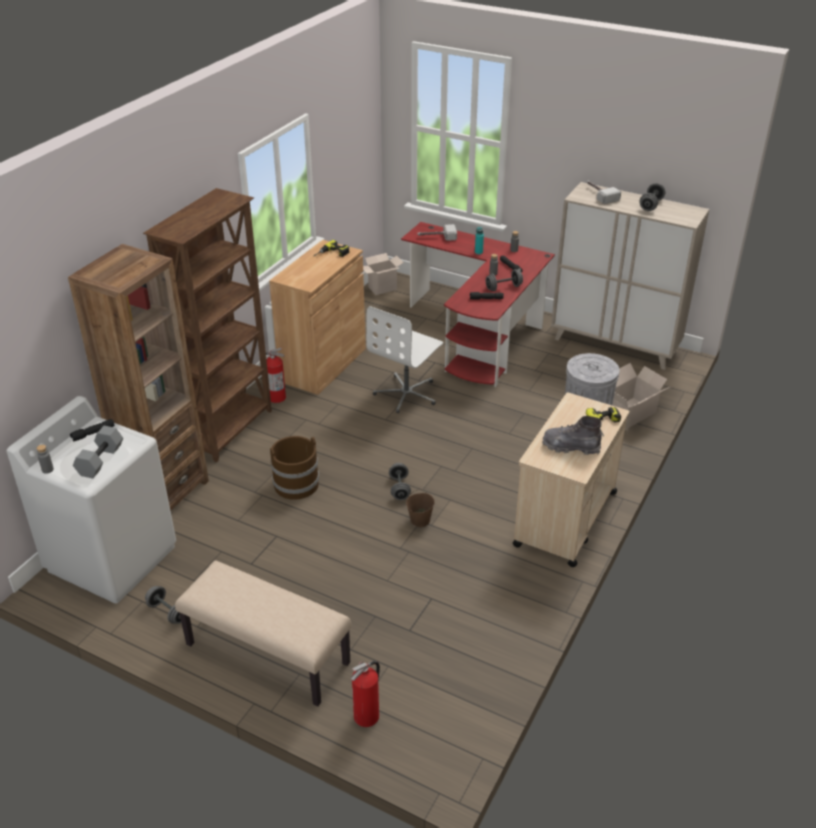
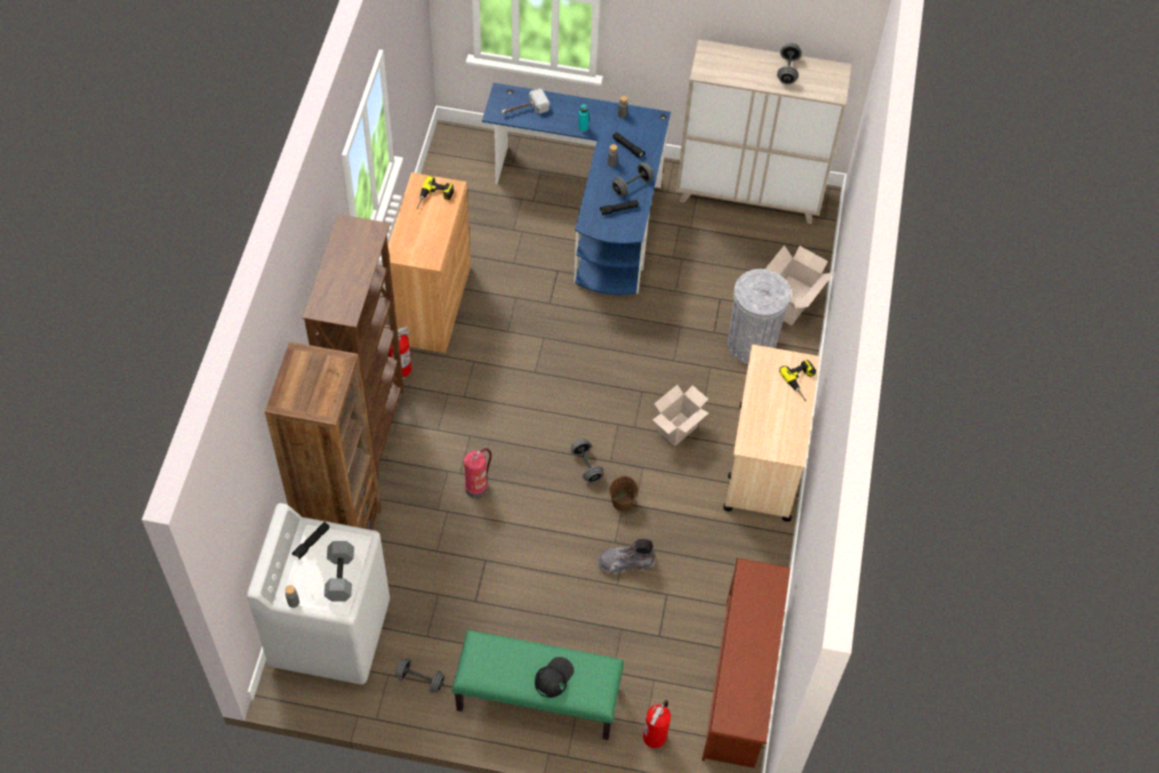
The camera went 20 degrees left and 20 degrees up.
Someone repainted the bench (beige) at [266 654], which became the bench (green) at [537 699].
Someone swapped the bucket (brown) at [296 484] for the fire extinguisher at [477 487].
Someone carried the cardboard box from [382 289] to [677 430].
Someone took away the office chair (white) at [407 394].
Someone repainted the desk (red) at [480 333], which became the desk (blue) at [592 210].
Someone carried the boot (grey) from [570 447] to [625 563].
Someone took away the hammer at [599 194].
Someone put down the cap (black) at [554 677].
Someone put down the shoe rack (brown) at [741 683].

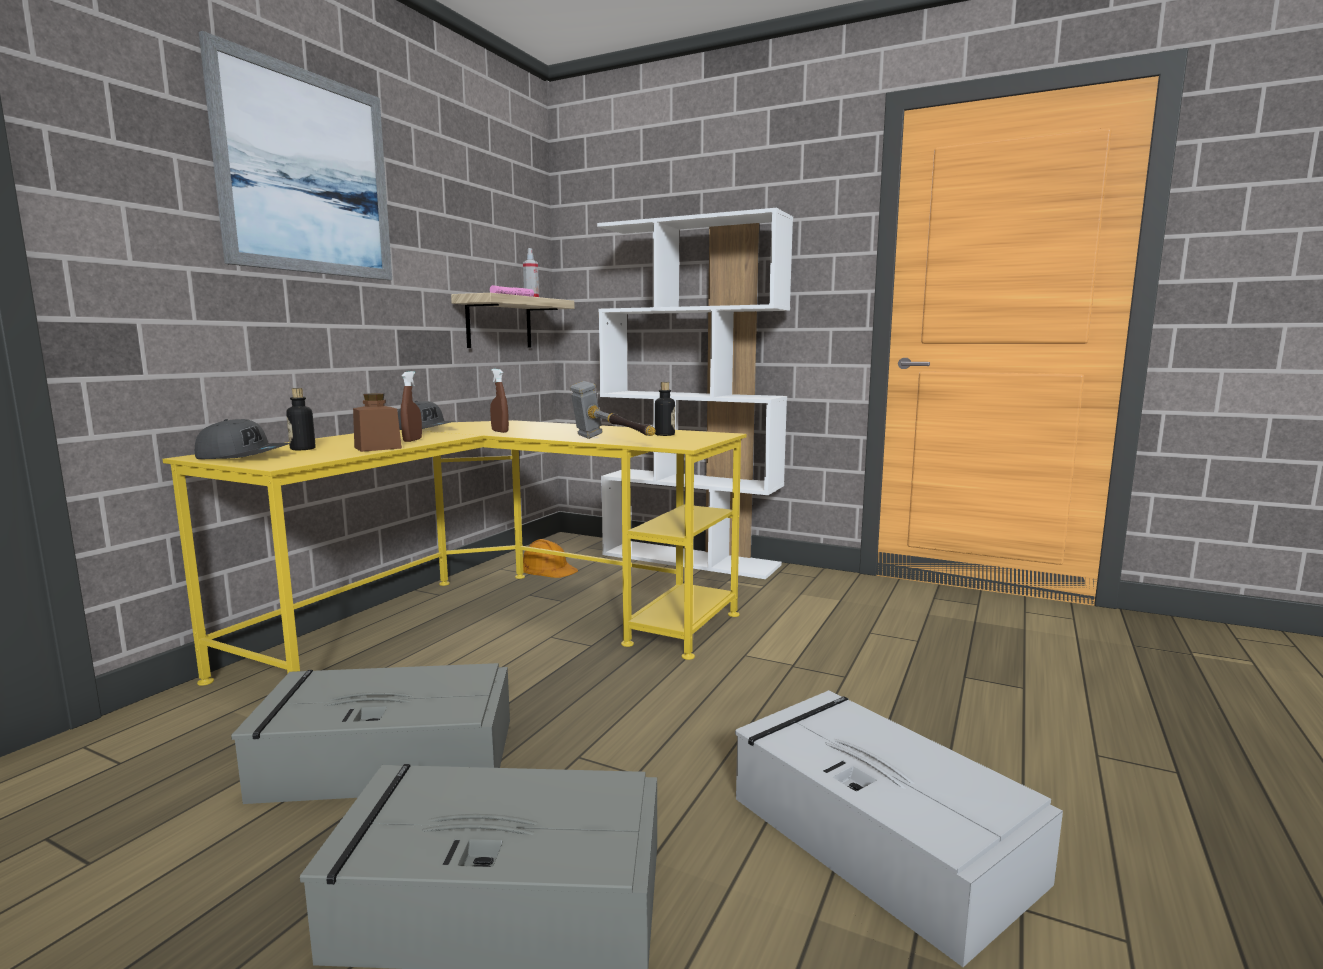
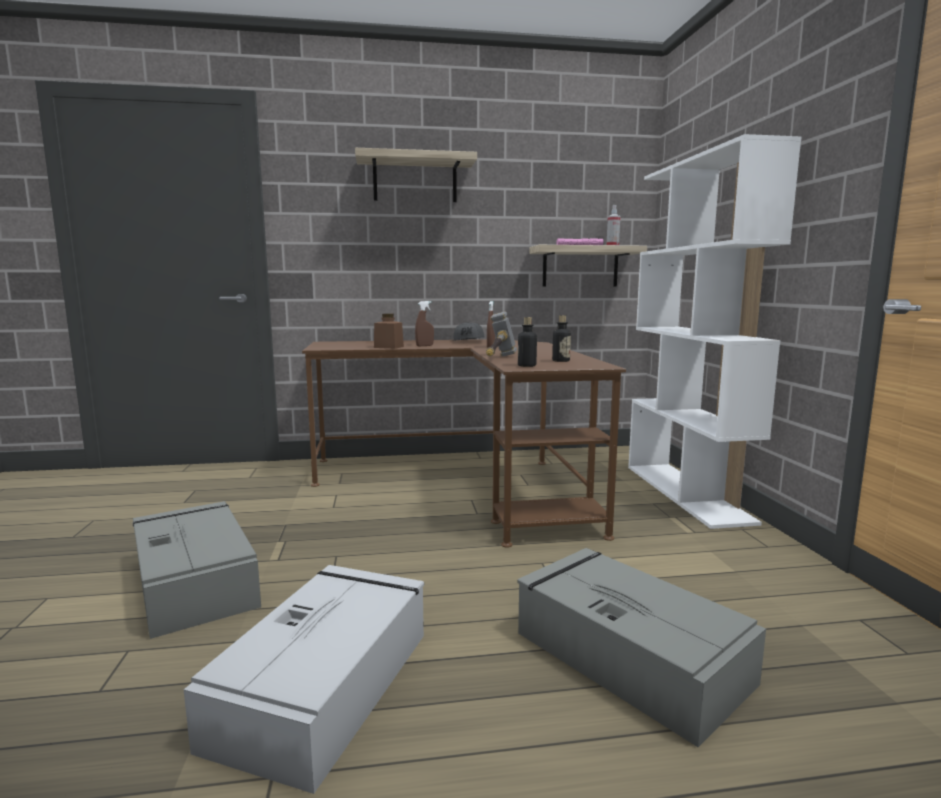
The camera went 55 degrees right and 0 degrees up.
Someone repainted the desk (yellow) at [493 623], which became the desk (brown) at [465 481].
Someone took away the cap (grey) at [244 456].
Someone swapped the picture at [307 173] for the shelf at [415 180].
Someone carried the storage box (grey) from [384 758] to [627 655].
Someone carried the bottle from [302 449] to [527 365].
Someone took away the hard hat (orange) at [548 568].

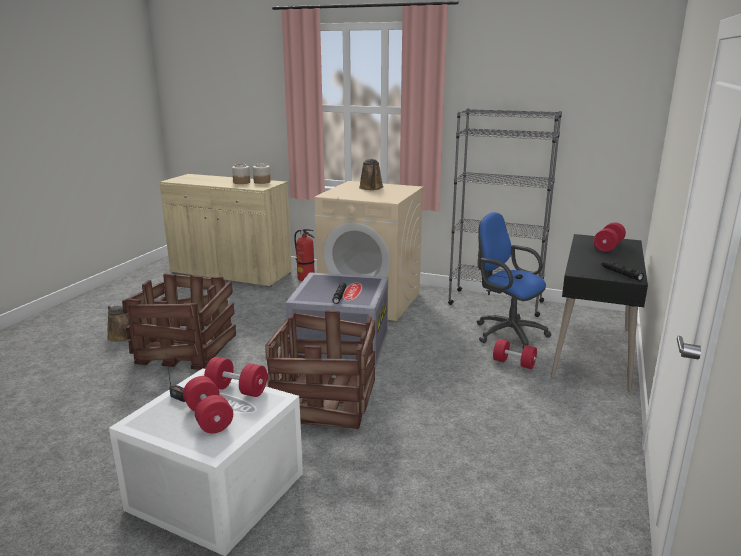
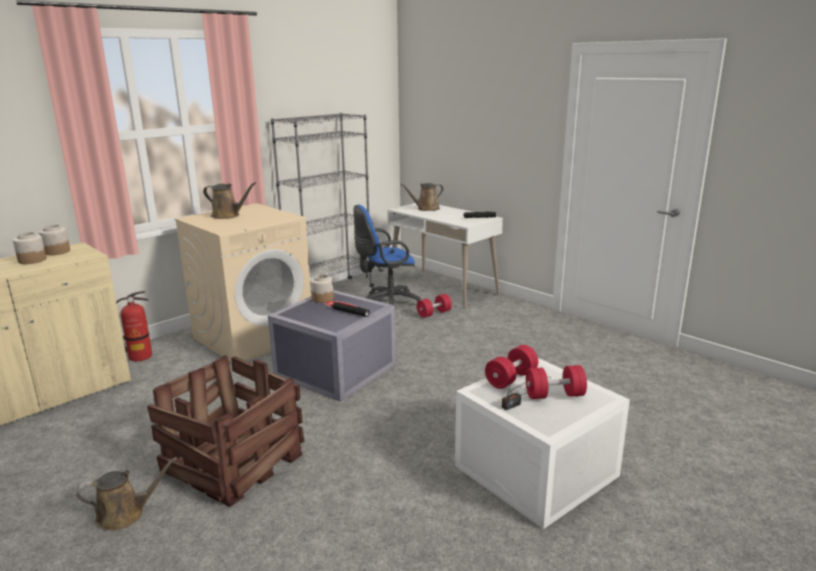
The camera went 65 degrees left and 0 degrees up.
Someone took away the crate at [324 402].
Someone repainted the desk (black) at [593 352], which became the desk (white) at [442 288].
Someone swapped the dumbbell (red) at [608 247] for the watering can (brown) at [426 209].
Someone put down the jar at [322 298].

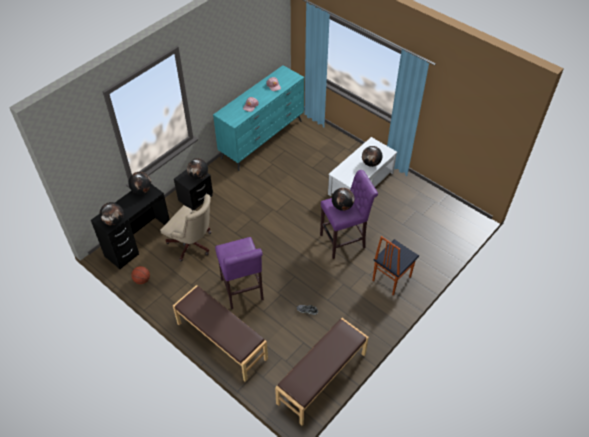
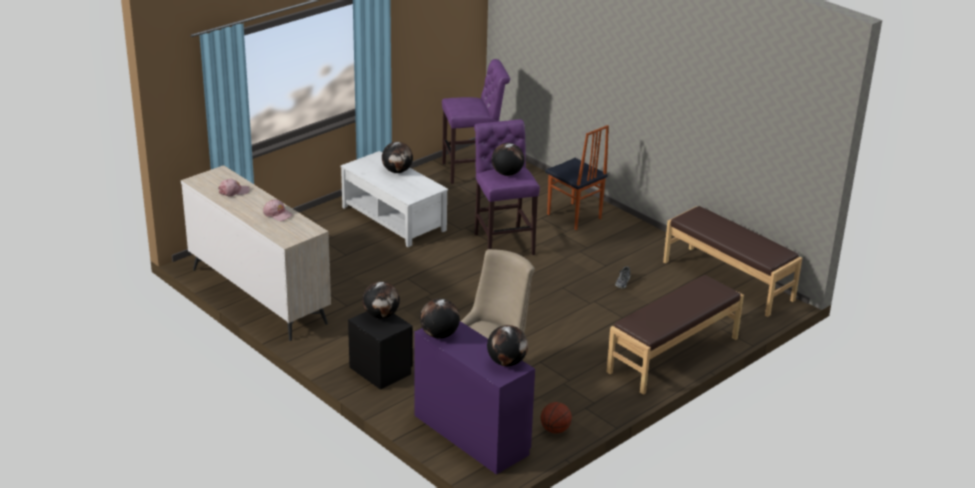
The camera went 85 degrees left and 20 degrees down.
Someone repainted the desk (black) at [138 242], which became the desk (purple) at [471 434].
Someone repainted the dresser (turquoise) at [262 139], which became the dresser (beige) at [258 295].
Someone carried the stool (purple) from [242 291] to [474 171].

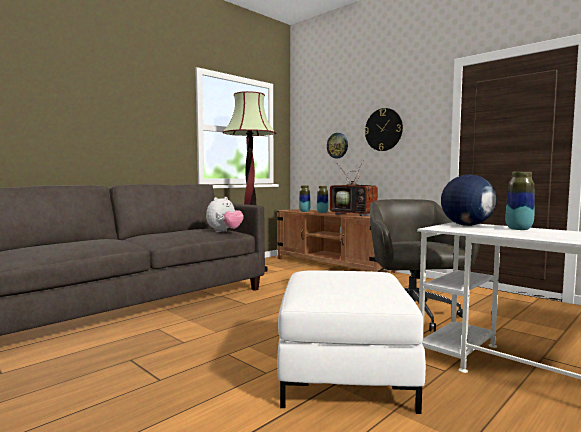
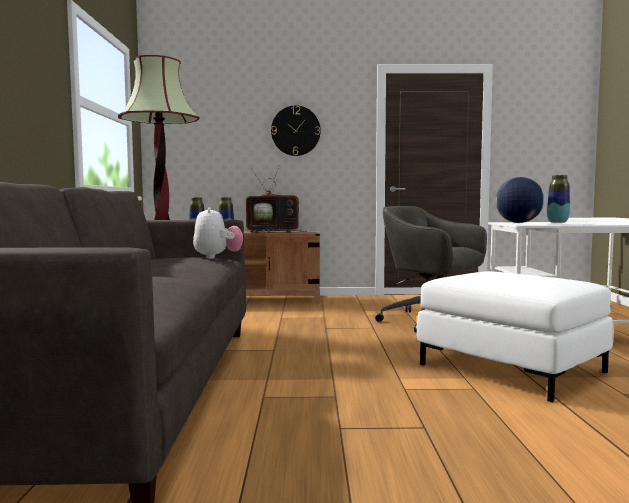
The camera went 45 degrees left and 0 degrees up.
Someone took away the wall clock at [337 145].

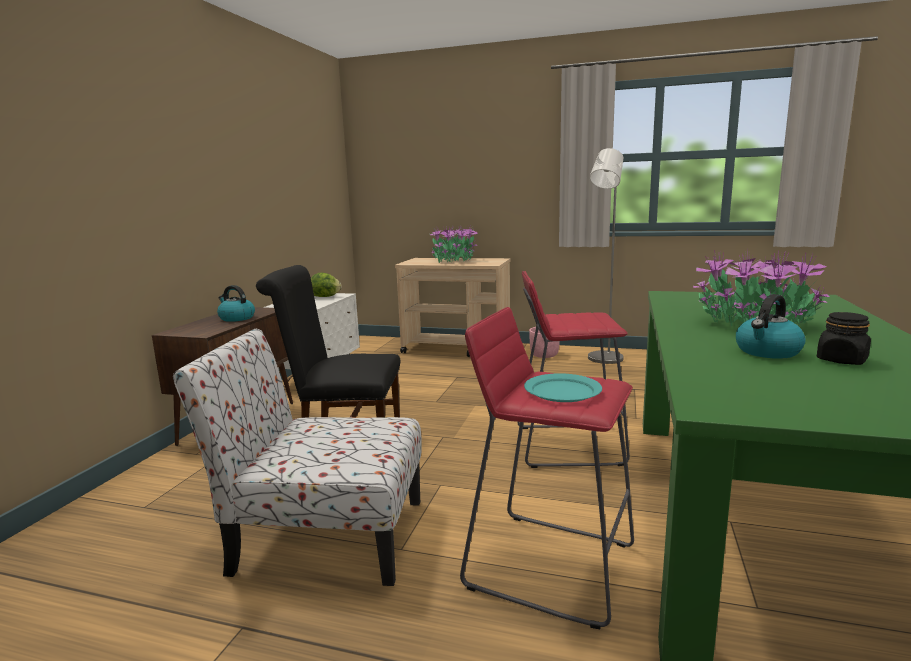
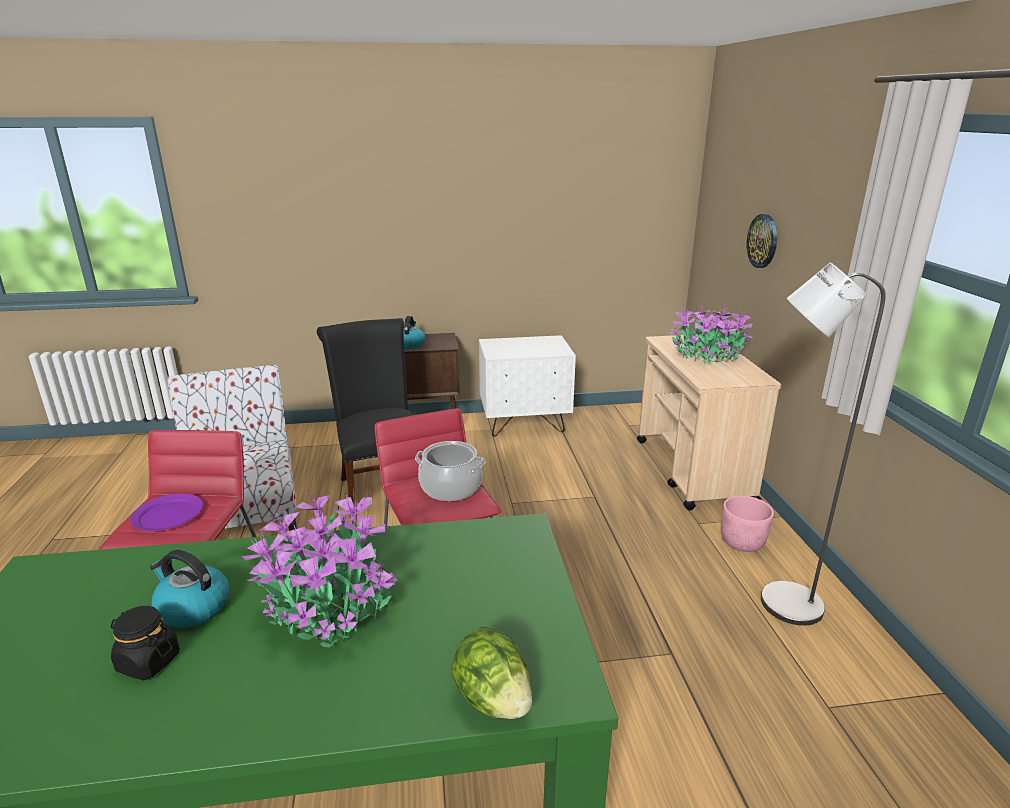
The camera went 65 degrees right and 10 degrees up.
Someone carried the lettuce from [325 296] to [493 699].
Someone repainted the plate (turquoise) at [562 391], which became the plate (purple) at [167 515].
Someone put down the cooking pot at [450 488].
Someone put up the wall clock at [763 241].

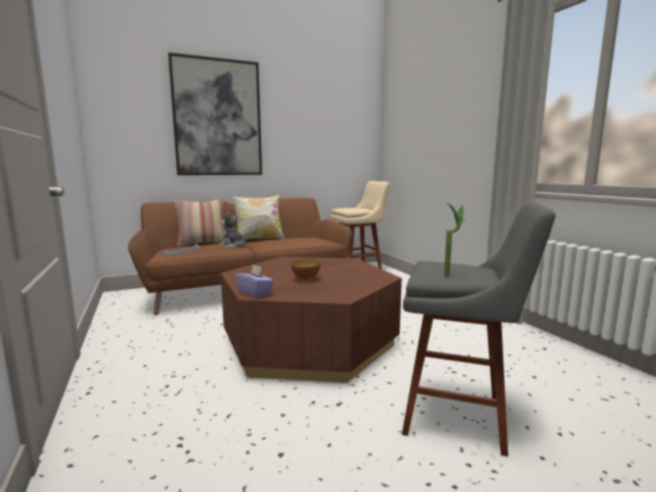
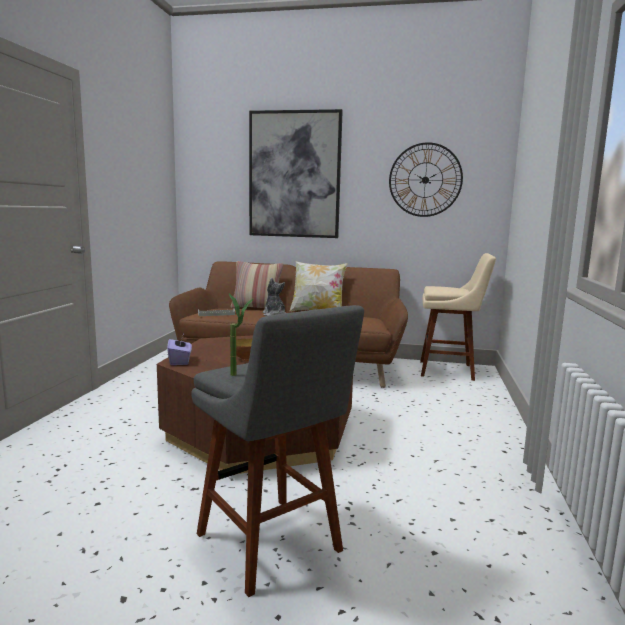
The camera went 35 degrees right and 0 degrees up.
Someone put up the wall clock at [425 180].

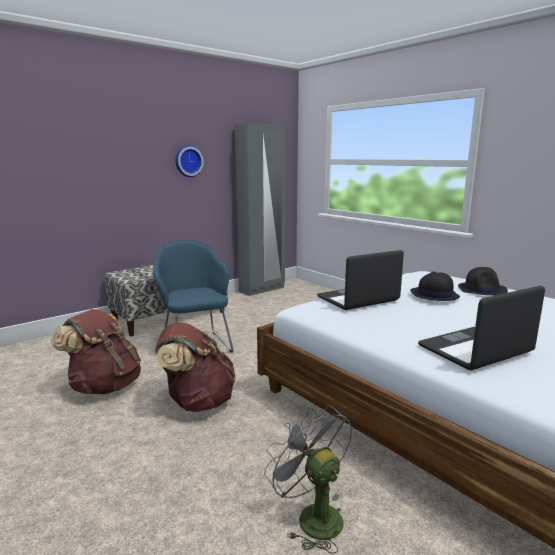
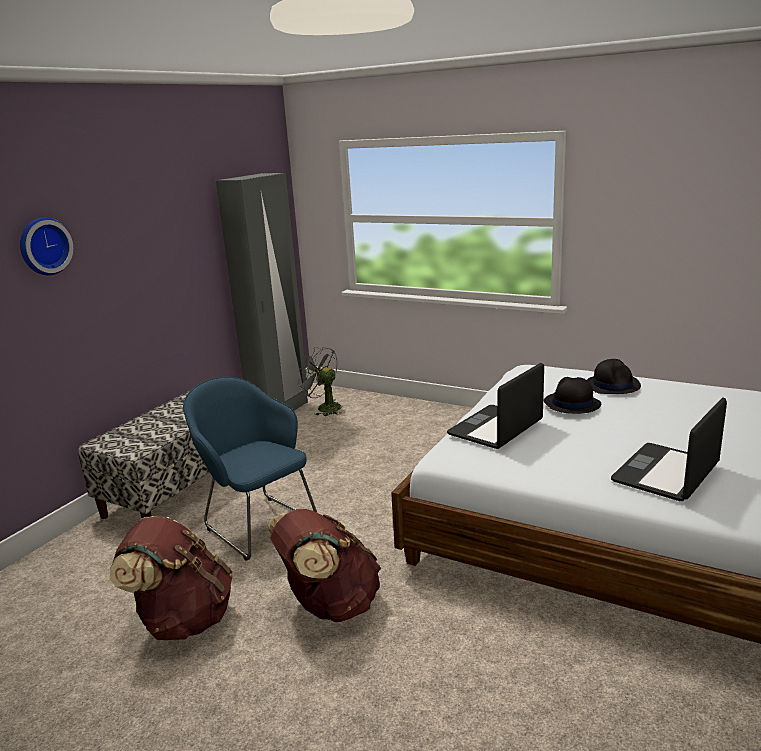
The camera went 20 degrees left and 5 degrees up.
Someone carried the wall clock from [188 161] to [43 246].
Someone carried the fan (grey) from [312 516] to [324 407].

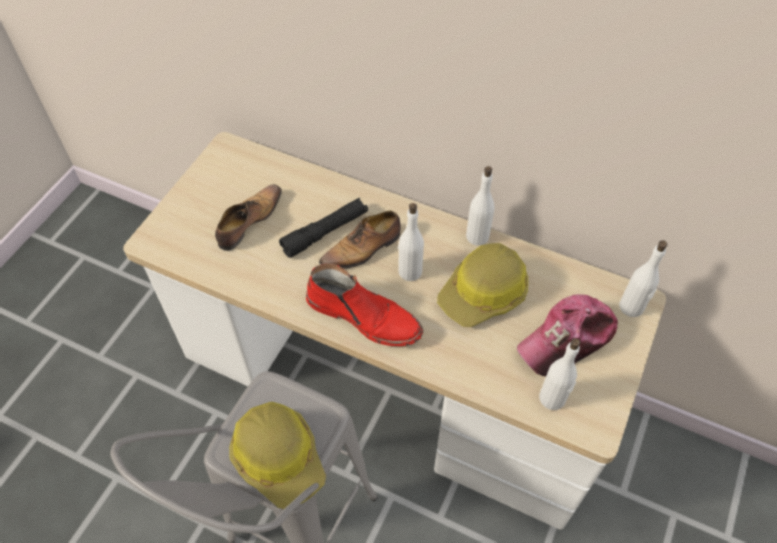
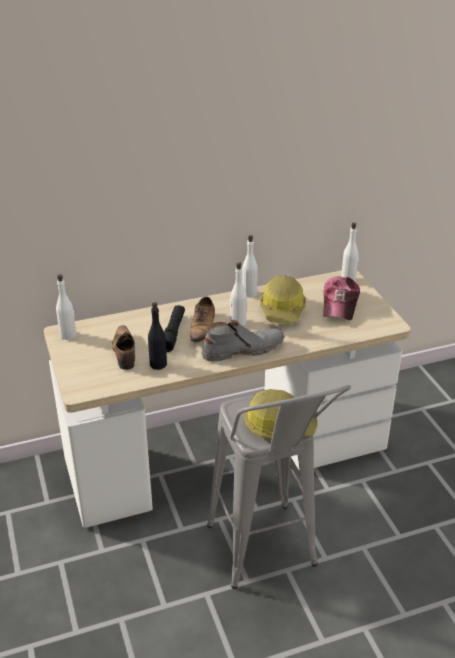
The camera went 45 degrees left and 20 degrees down.
Someone repainted the boot (red) at [364 316], which became the boot (grey) at [242 349].
Someone carried the bottle (white) from [552 398] to [68 335].
Someone put down the bottle (black) at [158 364].

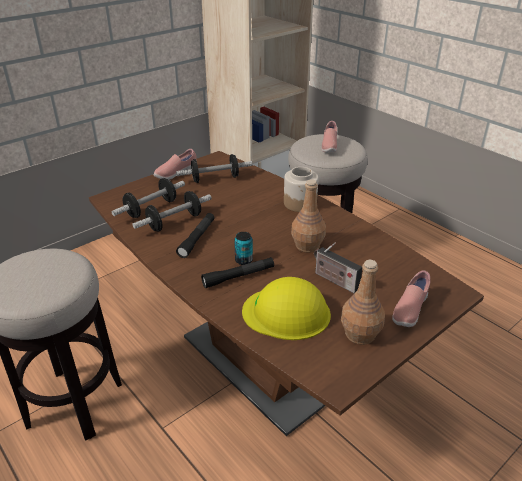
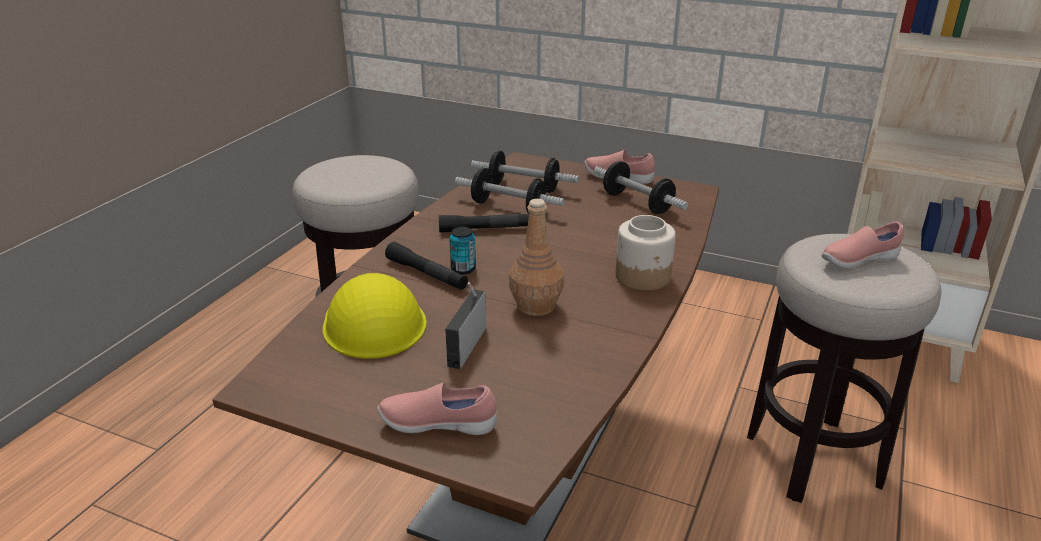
The camera went 65 degrees right and 5 degrees down.
Someone took away the bottle (brown) at [360 334].

